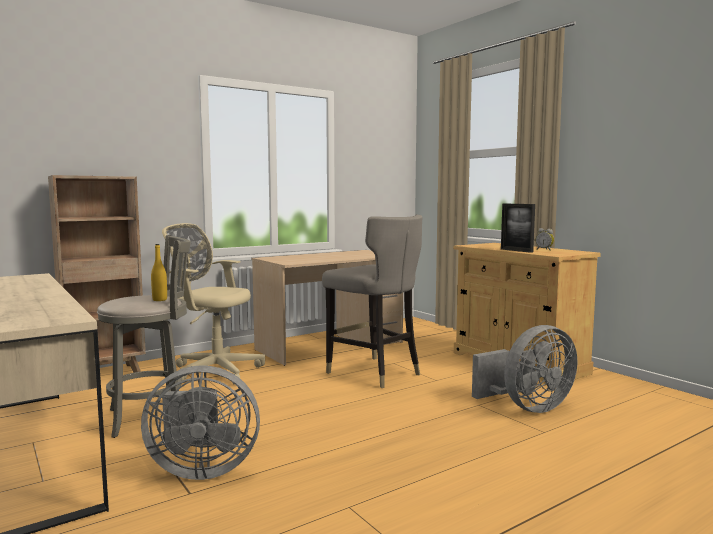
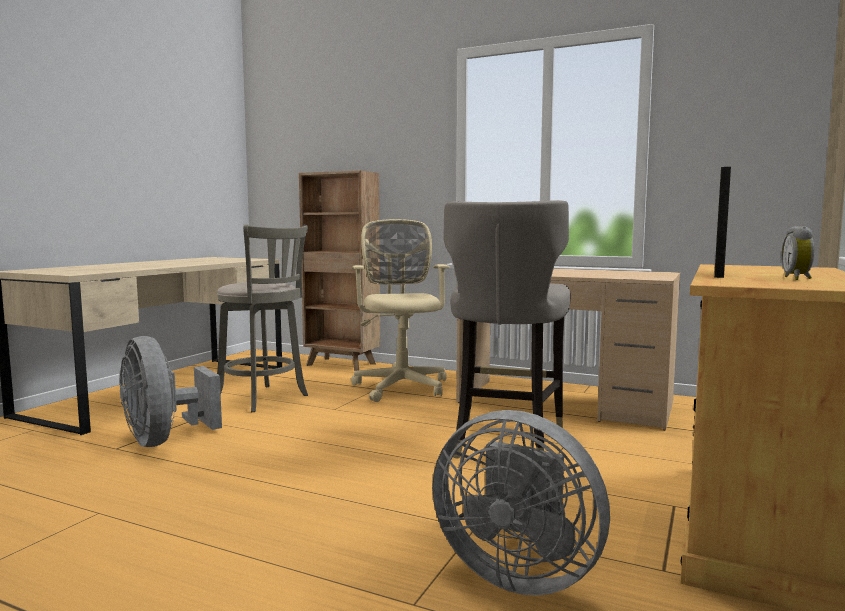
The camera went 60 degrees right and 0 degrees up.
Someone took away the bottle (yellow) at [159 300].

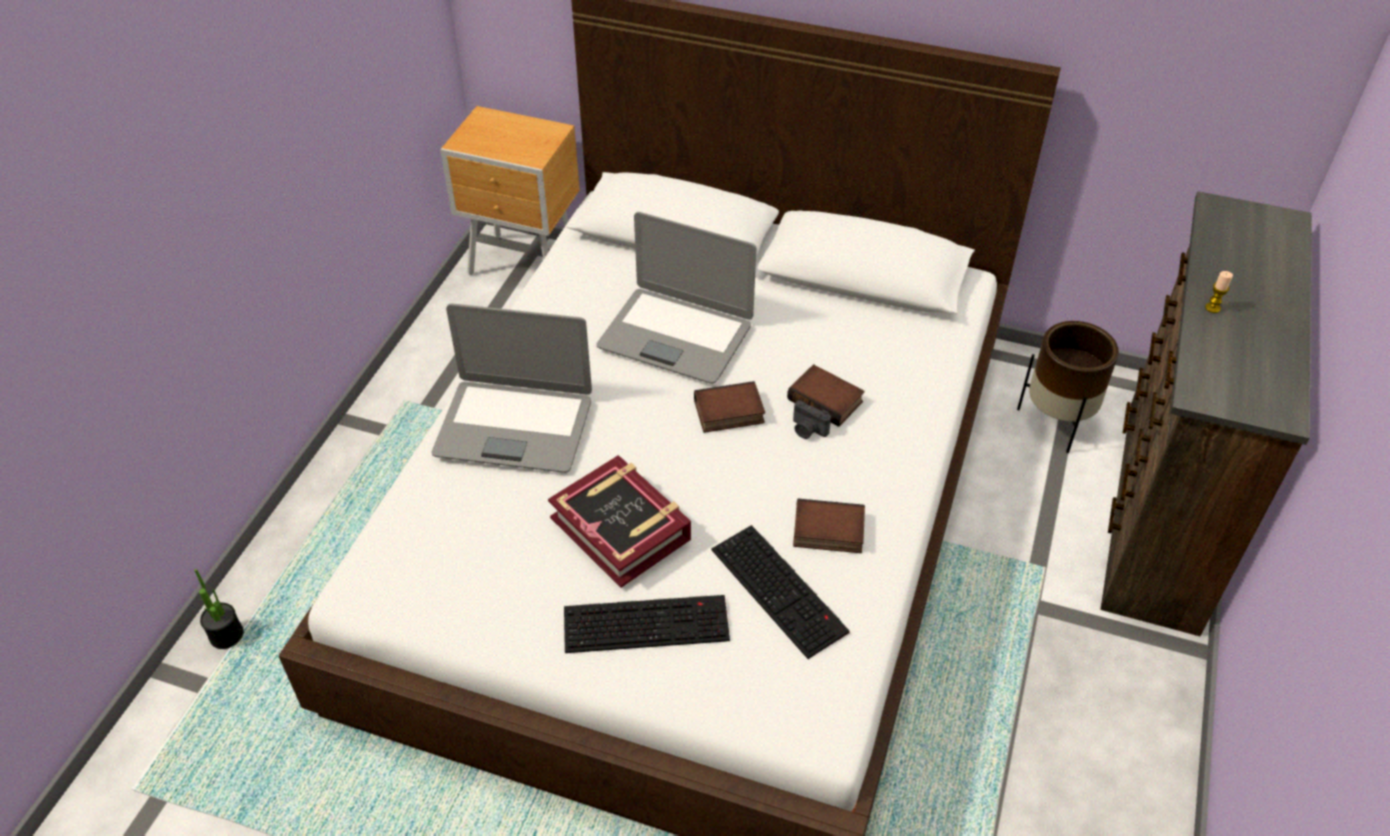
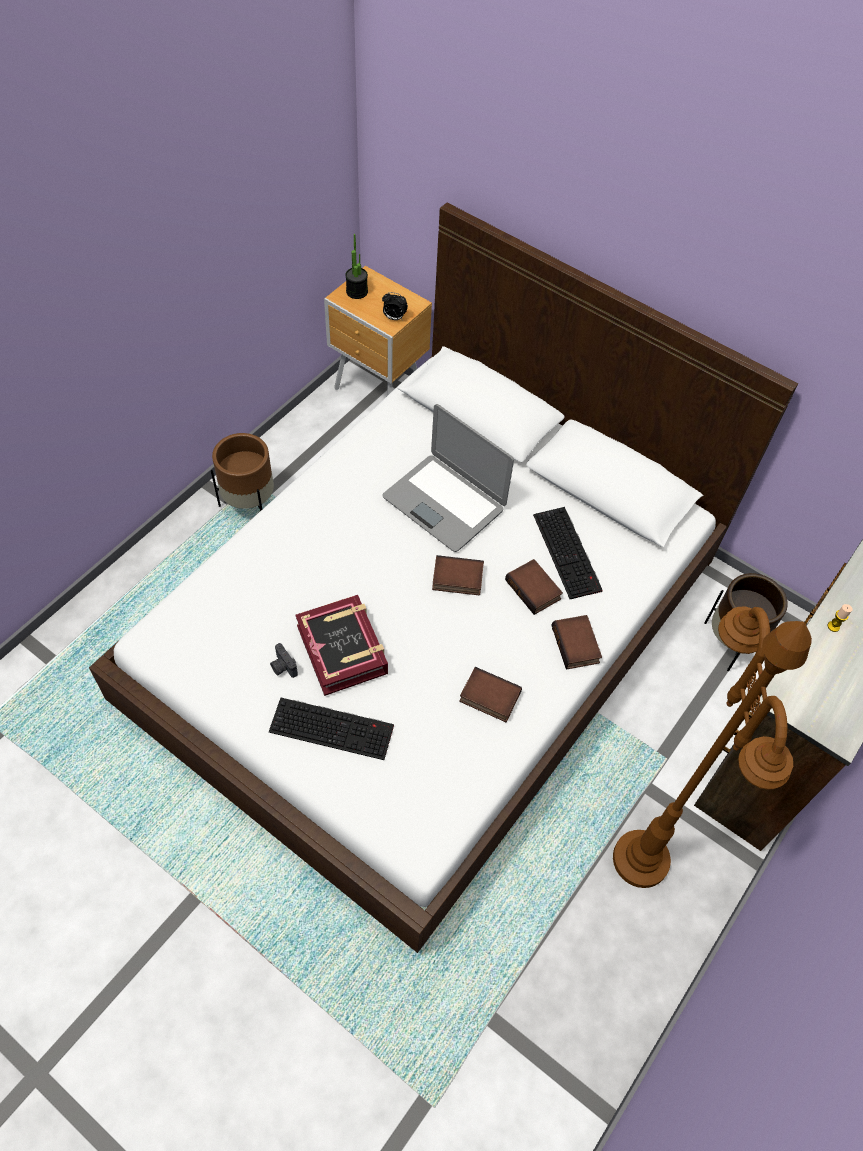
The camera went 15 degrees right and 10 degrees up.
Someone carried the potted plant from [226 635] to [357 291].
Someone took away the laptop at [514 426].
Someone carried the keyboard from [781 590] to [568 553].
Someone carried the photo camera from [807 430] to [283 667].
Someone put down the planter (brown) at [249 505].
Someone put down the alarm clock at [394 318].
Someone put down the book at [577 645].
Someone put down the floor lamp (brown) at [640 858].

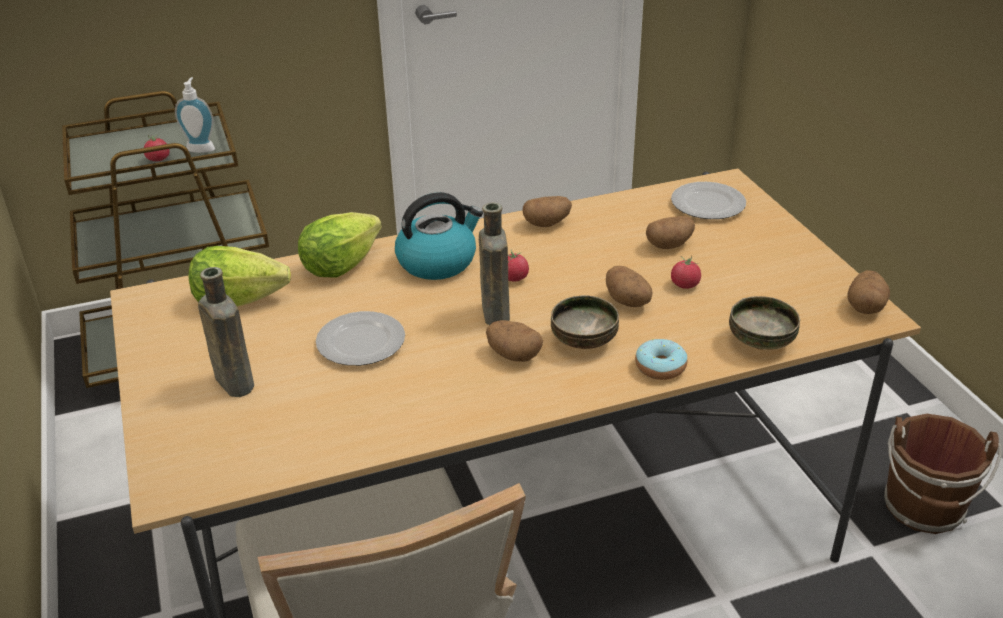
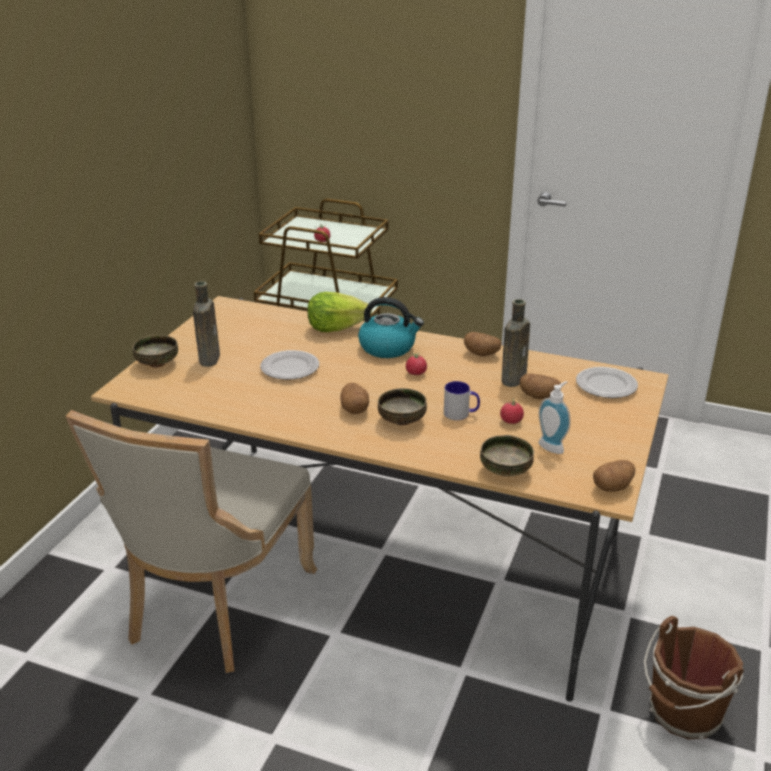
The camera went 40 degrees right and 5 degrees down.
Someone carried the soap dispenser from [201 148] to [553 446].
Someone took away the lettuce at [238 300].
Someone carried the bottle (brown) from [494 311] to [514 378].
Someone swapped the potato at [628 302] for the mug at [461 414].
Someone took away the donut at [660 367].
Someone put down the bowl at [156 364].

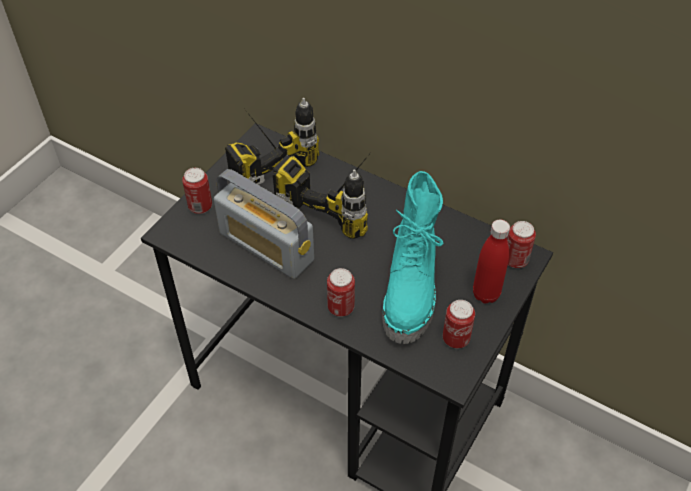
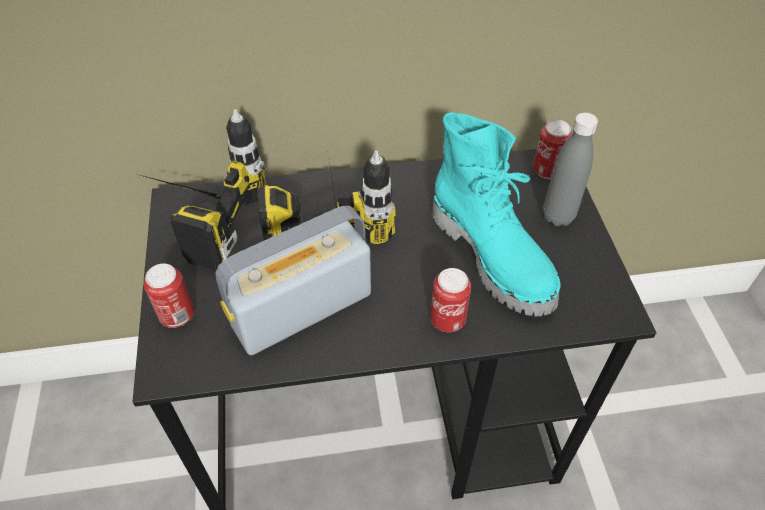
The camera went 40 degrees left and 0 degrees up.
Someone rotated the radio at [266 247] by 150 degrees clockwise.
Someone took away the can at [456 339].
Someone repainted the bottle (red) at [486 294], which became the bottle (grey) at [558 216].

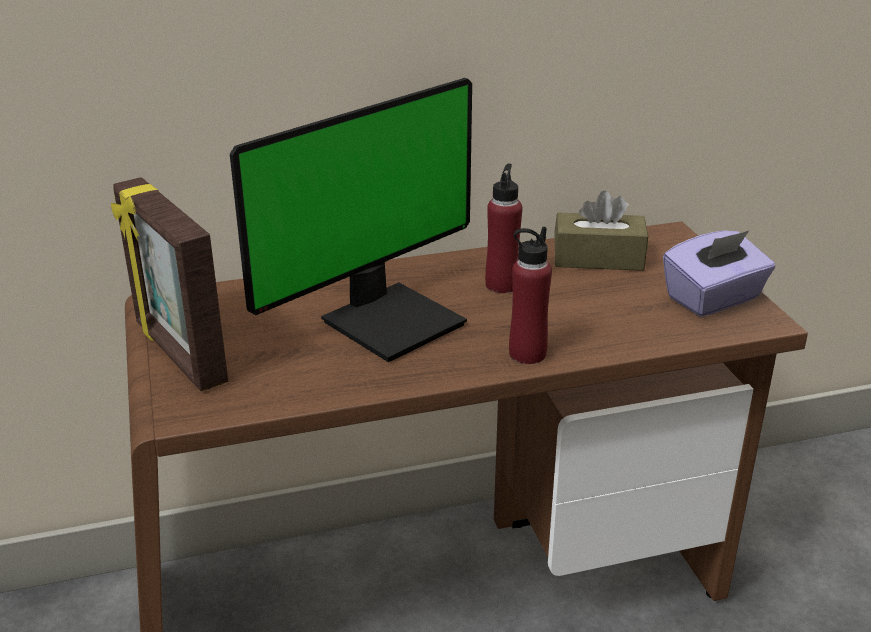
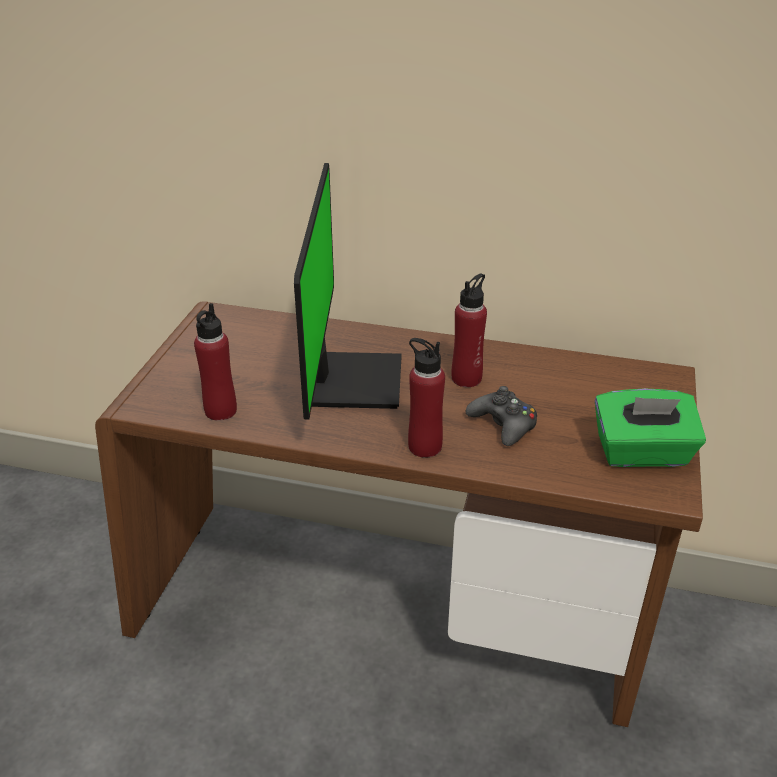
The camera went 30 degrees right and 5 degrees up.
Someone took away the picture frame at [178 354].
Someone rotated the monitor at [390 320] by 75 degrees counterclockwise.
Someone took away the tissue box (brown) at [598 258].
Someone repainted the tissue box (purple) at [714 299], which became the tissue box (green) at [642 453].
Someone put down the bottle (red) at [220 411].
Someone put down the game controller (black) at [503 424].

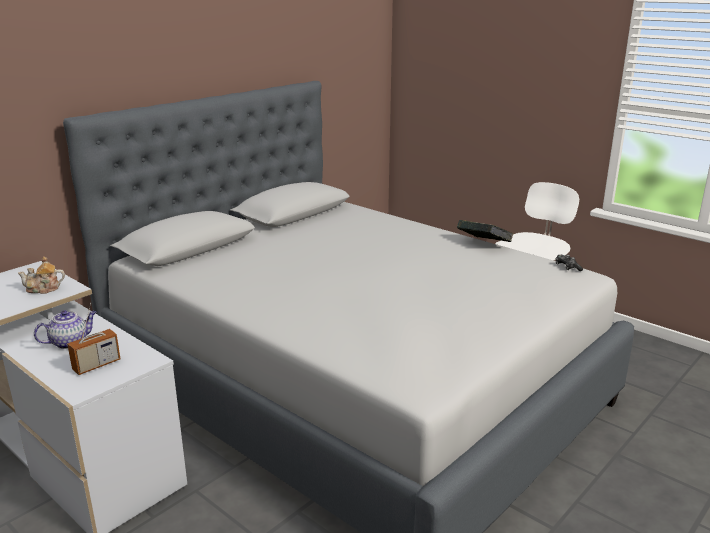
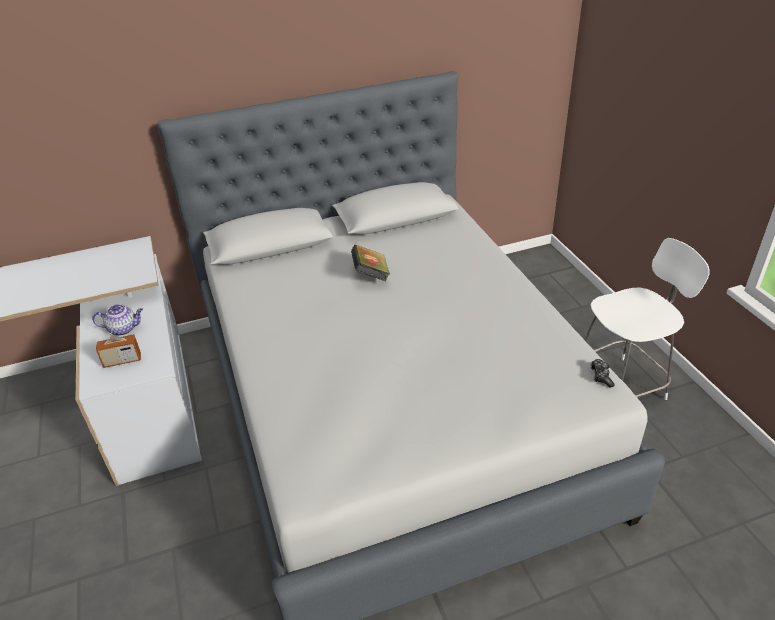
The camera went 30 degrees right and 15 degrees up.
Someone took away the teapot at [43 289].
Someone carried the book from [483 245] to [371 275].

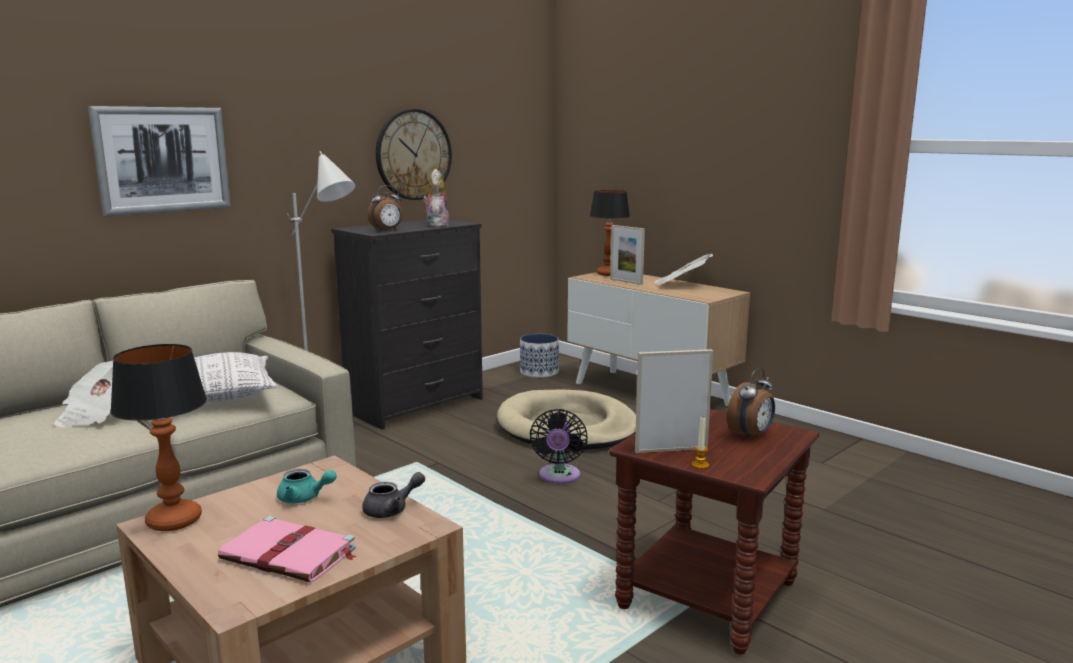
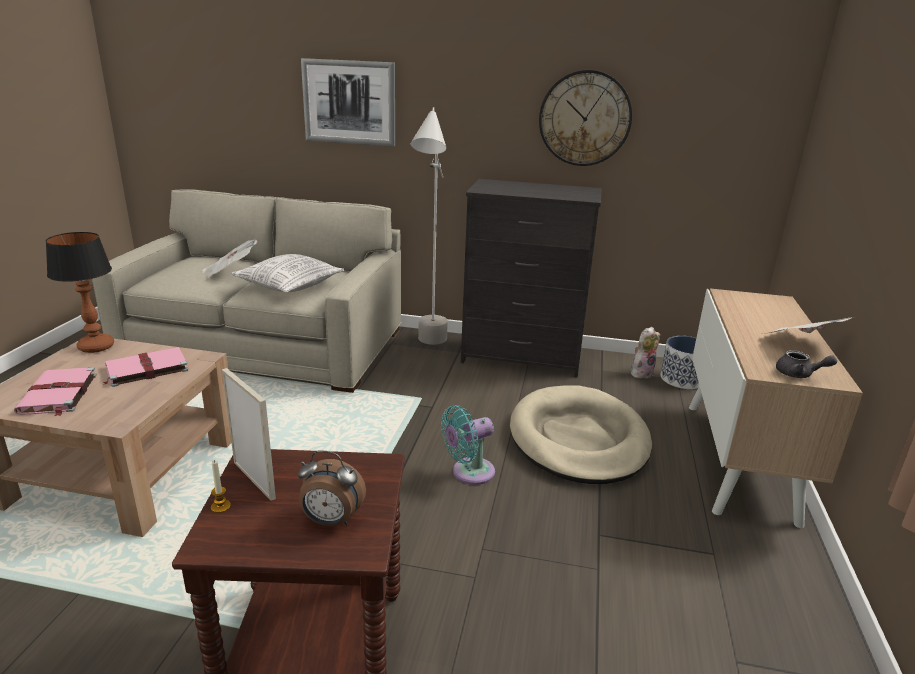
The camera went 55 degrees right and 10 degrees up.
Someone swapped the teapot (turquoise) at [304 498] for the book (pink) at [145 369].
Someone carried the teapot (grey) from [392 510] to [799 374].
Someone took away the alarm clock at [387 231].
Someone carried the plush toy from [436 225] to [641 373].
Someone repainted the fan (black) at [559 477], which became the fan (turquoise) at [469 473].
Someone took away the table lamp at [607 274].
Someone took away the picture frame at [626 281].

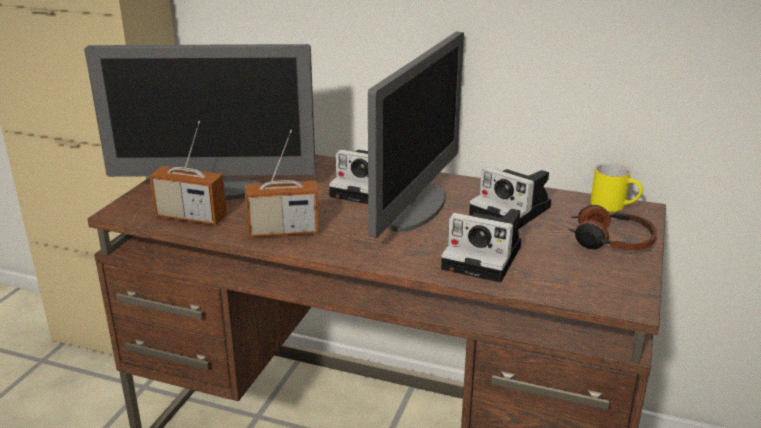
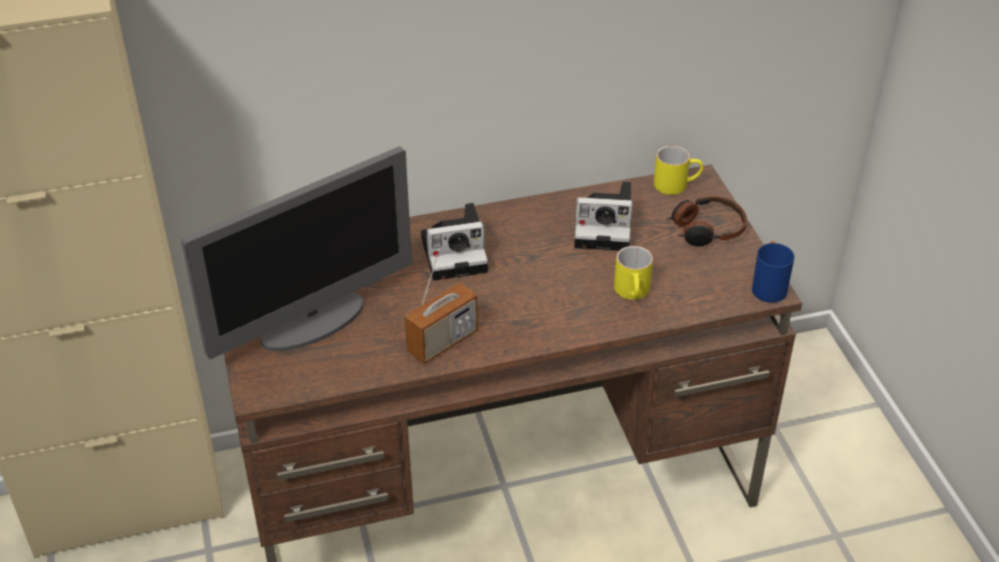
The camera went 35 degrees left and 15 degrees up.
Someone took away the radio at [191 217].
Someone took away the monitor at [416 208].
Someone swapped the photo camera at [485 258] for the mug (yellow) at [634 293].
Someone put down the mug (blue) at [768 286].

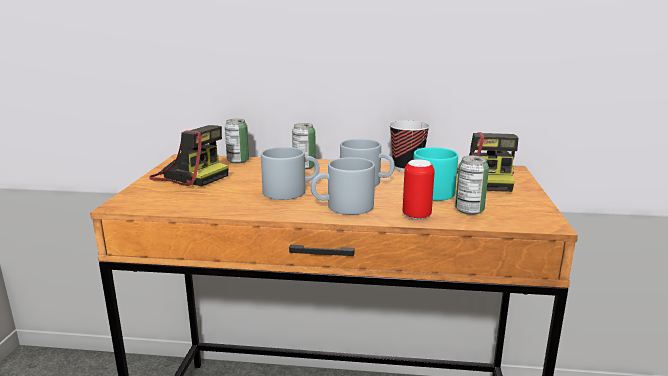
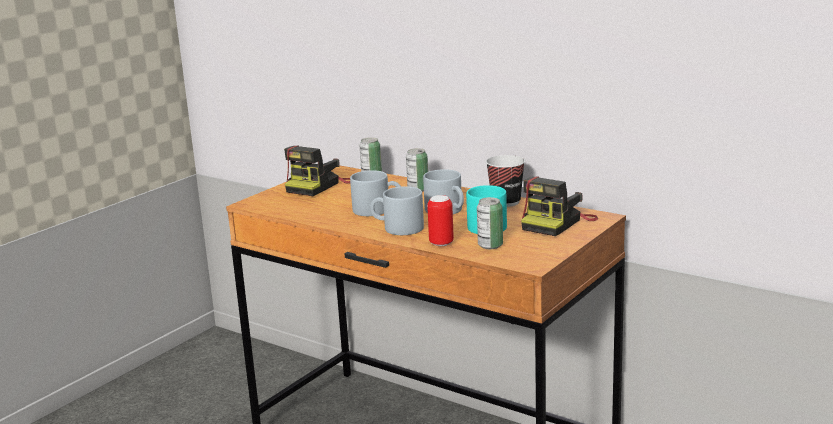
The camera went 30 degrees right and 0 degrees up.
Someone rotated the photo camera at [189 176] by 60 degrees clockwise.

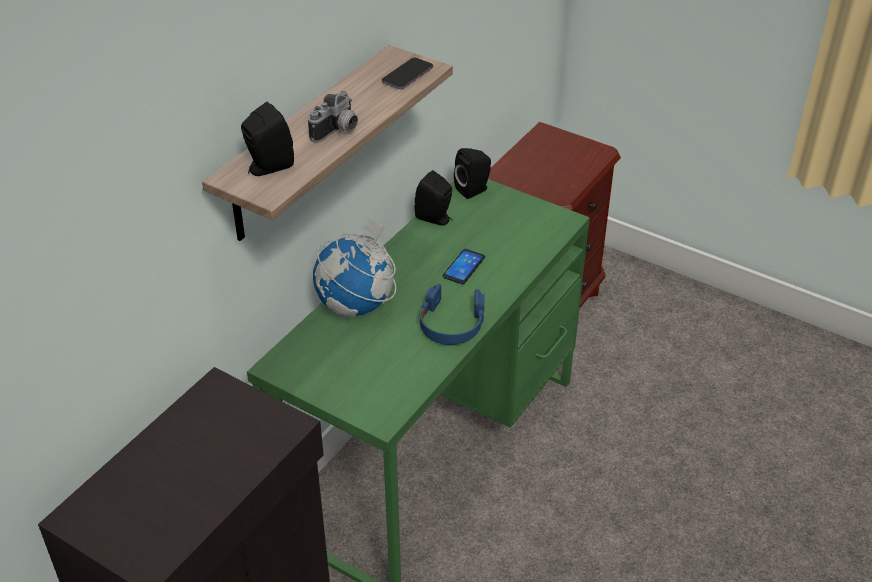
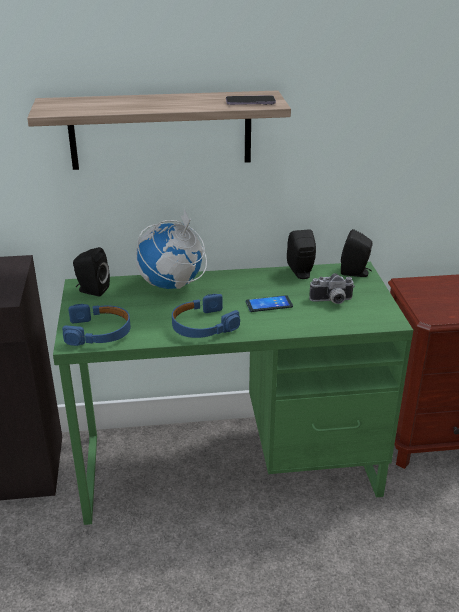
The camera went 50 degrees right and 10 degrees down.
Someone carried the speaker (black) from [267 167] to [91 290].
Someone carried the photo camera from [337 131] to [332 301].
Someone put down the headphones (blue) at [99 332].

